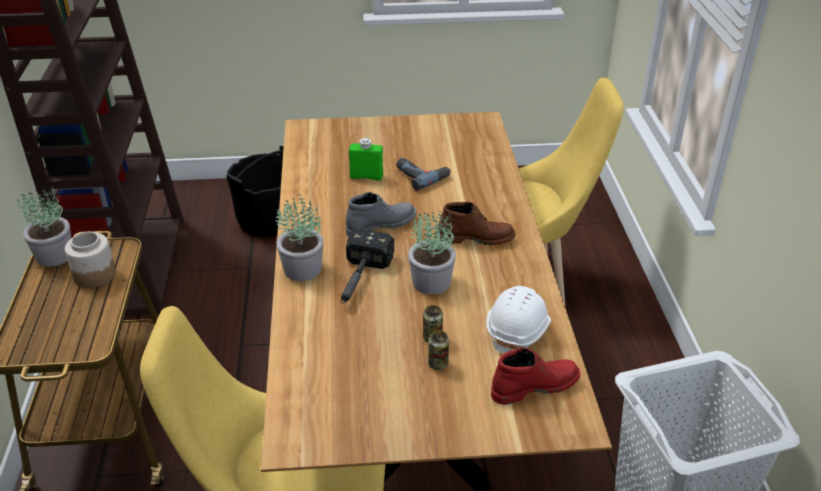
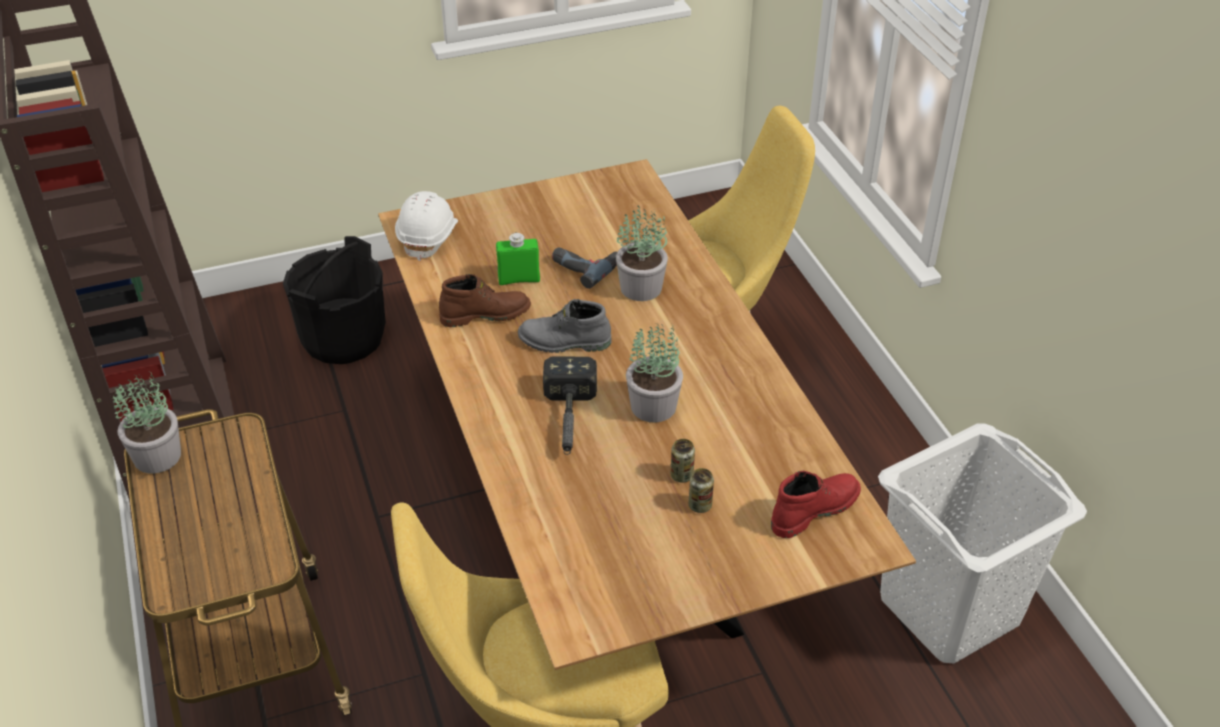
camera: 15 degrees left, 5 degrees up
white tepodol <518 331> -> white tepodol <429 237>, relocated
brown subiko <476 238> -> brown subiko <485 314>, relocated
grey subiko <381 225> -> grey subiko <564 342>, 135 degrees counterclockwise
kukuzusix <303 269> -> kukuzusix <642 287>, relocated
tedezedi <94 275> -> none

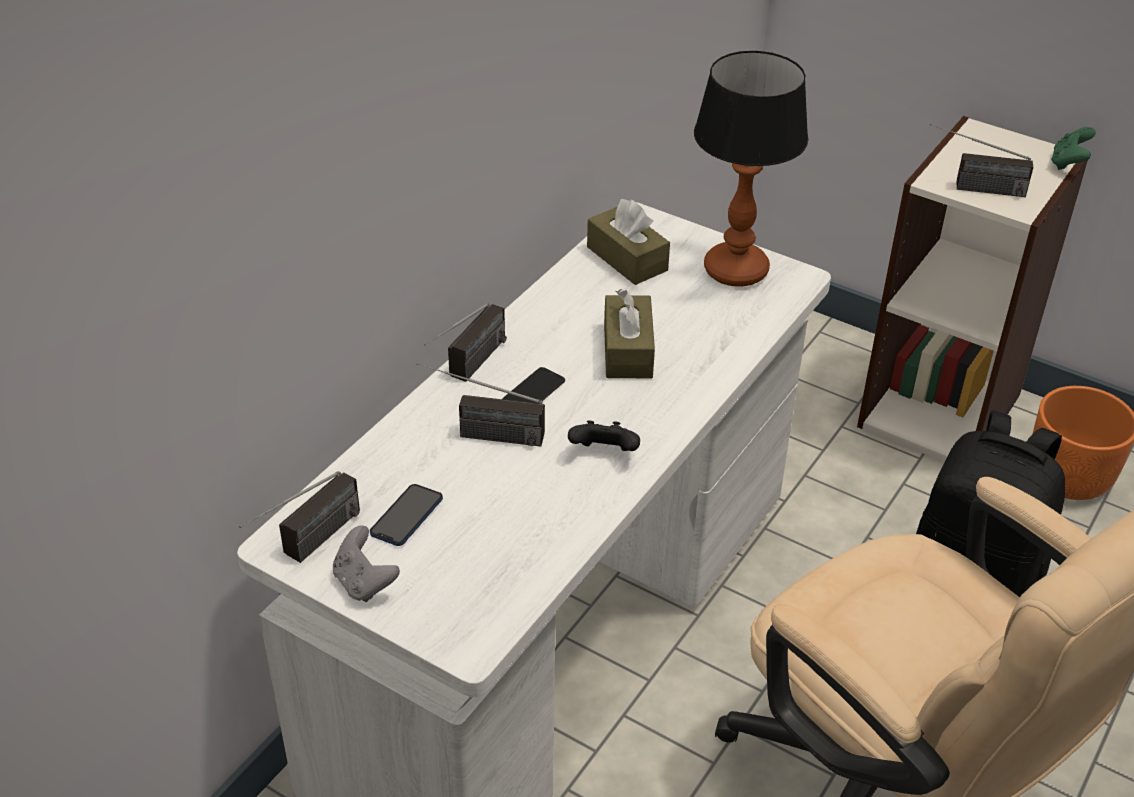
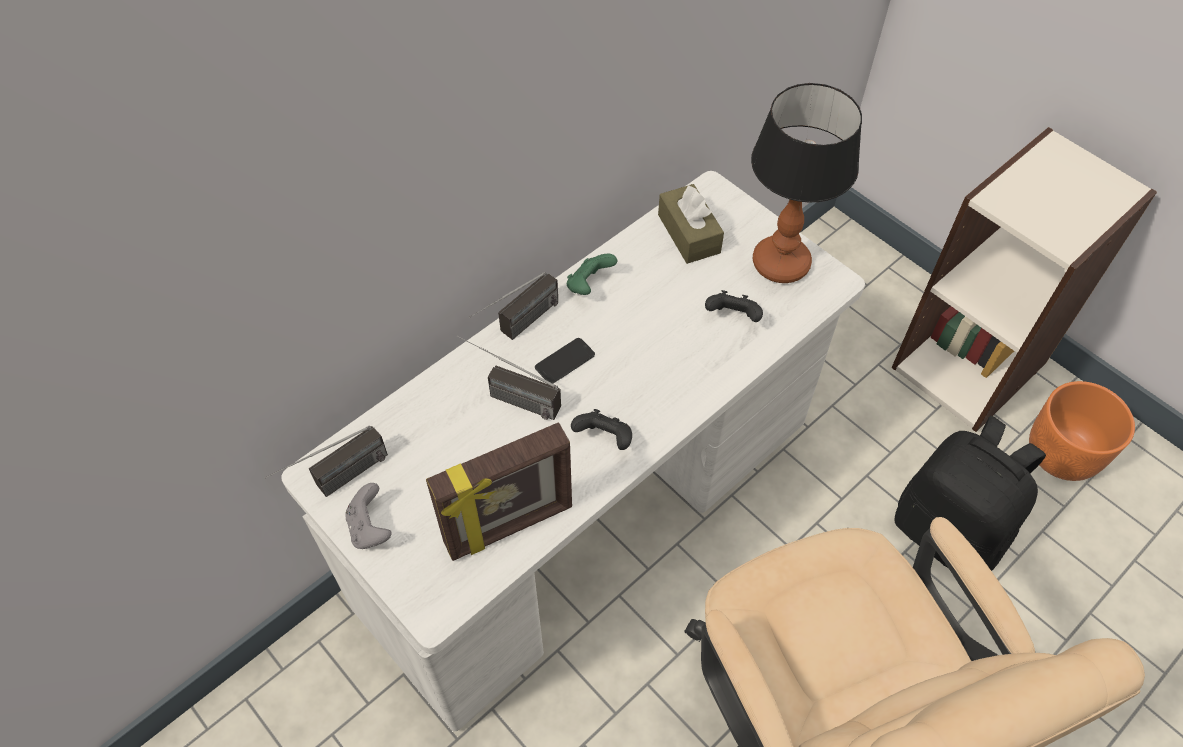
camera: 15 degrees right, 15 degrees up
none -> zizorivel <509 527>
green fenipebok <1068 163> -> green fenipebok <589 285>, relocated
none -> black fenipebok <733 317>
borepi <406 516> -> none
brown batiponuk <627 351> -> none
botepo <971 188> -> none

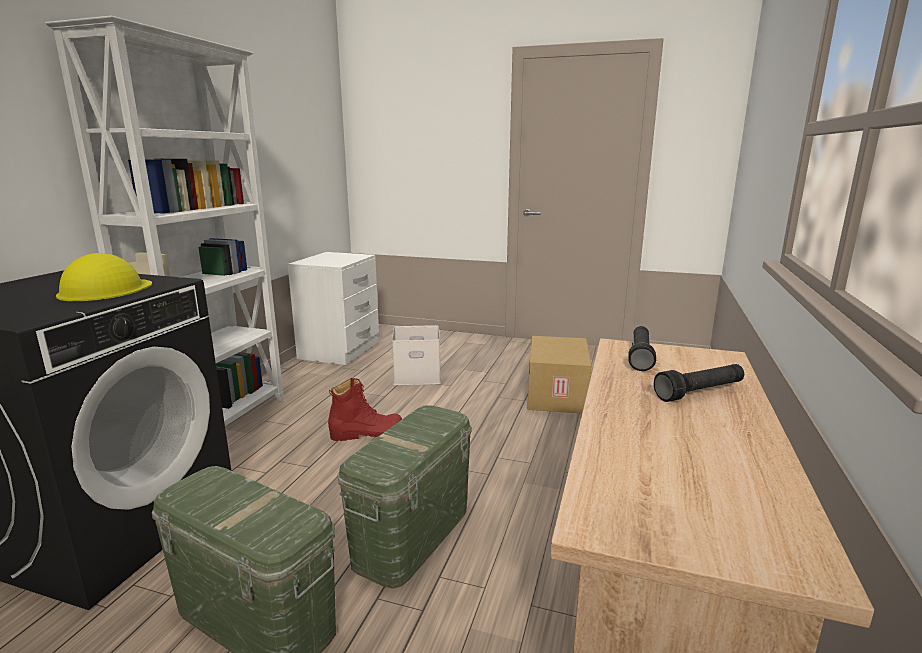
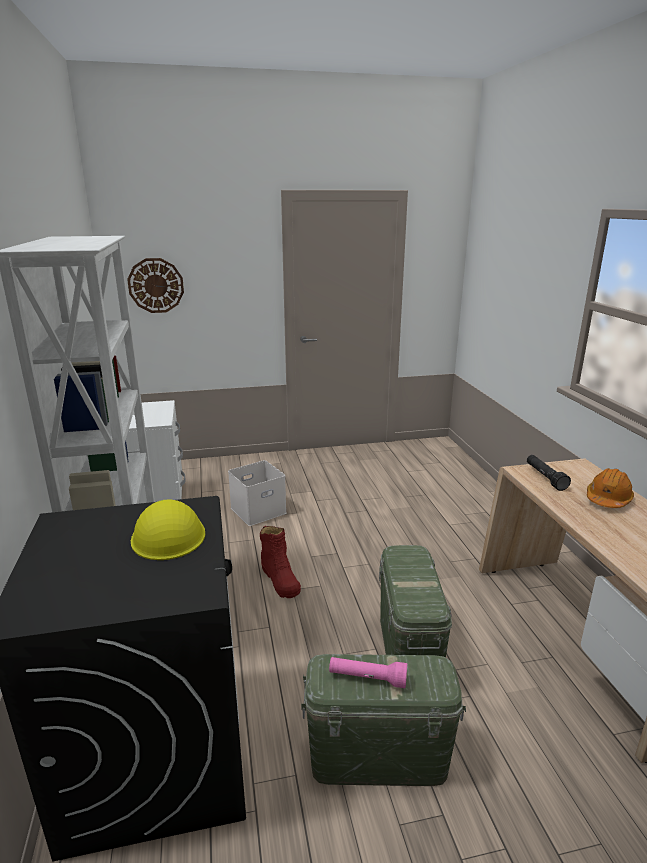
camera: 30 degrees left, 5 degrees up
none -> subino <156 285>
red subiko <367 433> -> red subiko <280 579>, 105 degrees clockwise
none -> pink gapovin <367 678>
black gapovin <699 392> -> orange tepodol <608 499>
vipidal <558 395> -> none

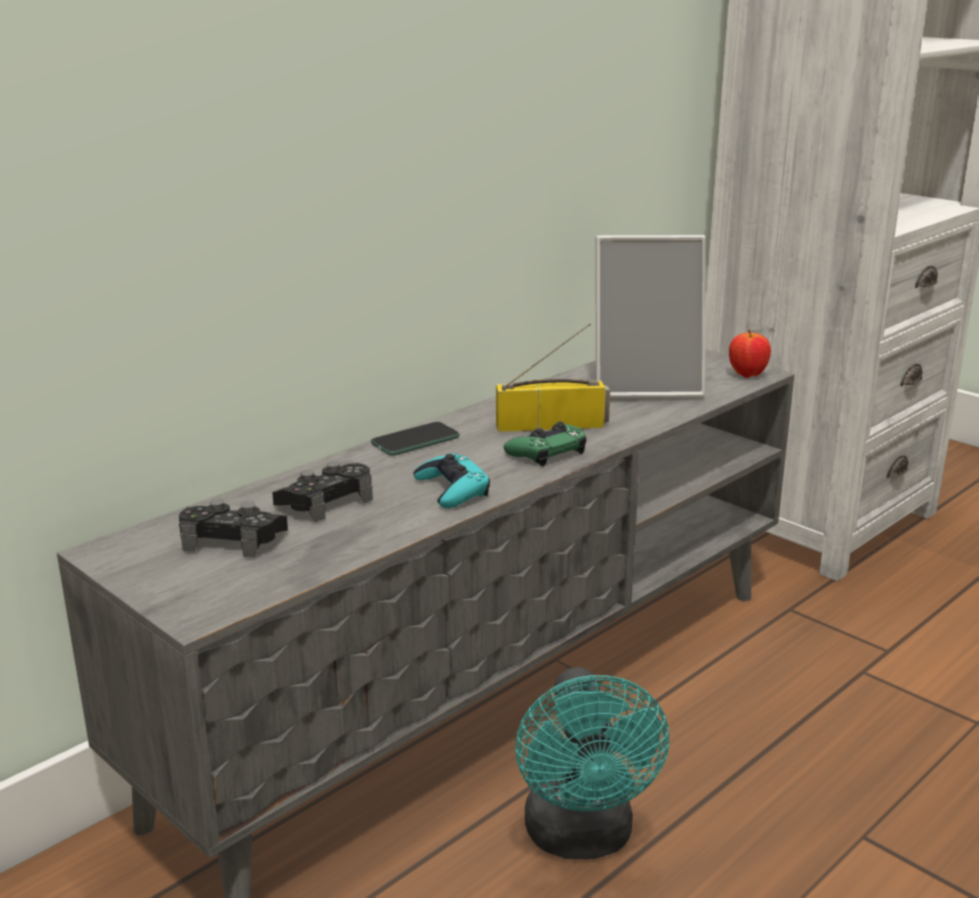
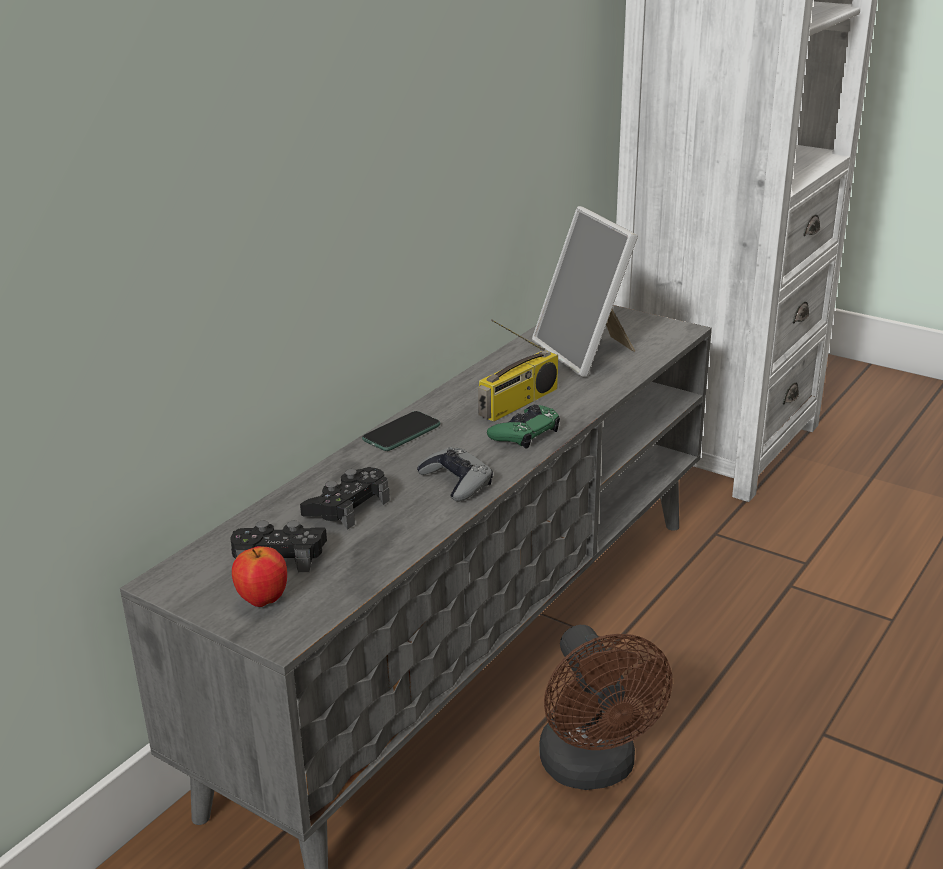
camera: 10 degrees left, 5 degrees up
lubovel <747 375> -> lubovel <263 600>, relocated
turquoise fenipebok <452 489> -> grey fenipebok <456 481>
botepo <552 425> -> botepo <518 403>, 150 degrees clockwise
zizorivel <646 386> -> zizorivel <587 353>, 75 degrees clockwise
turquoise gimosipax <582 838> -> brown gimosipax <593 769>

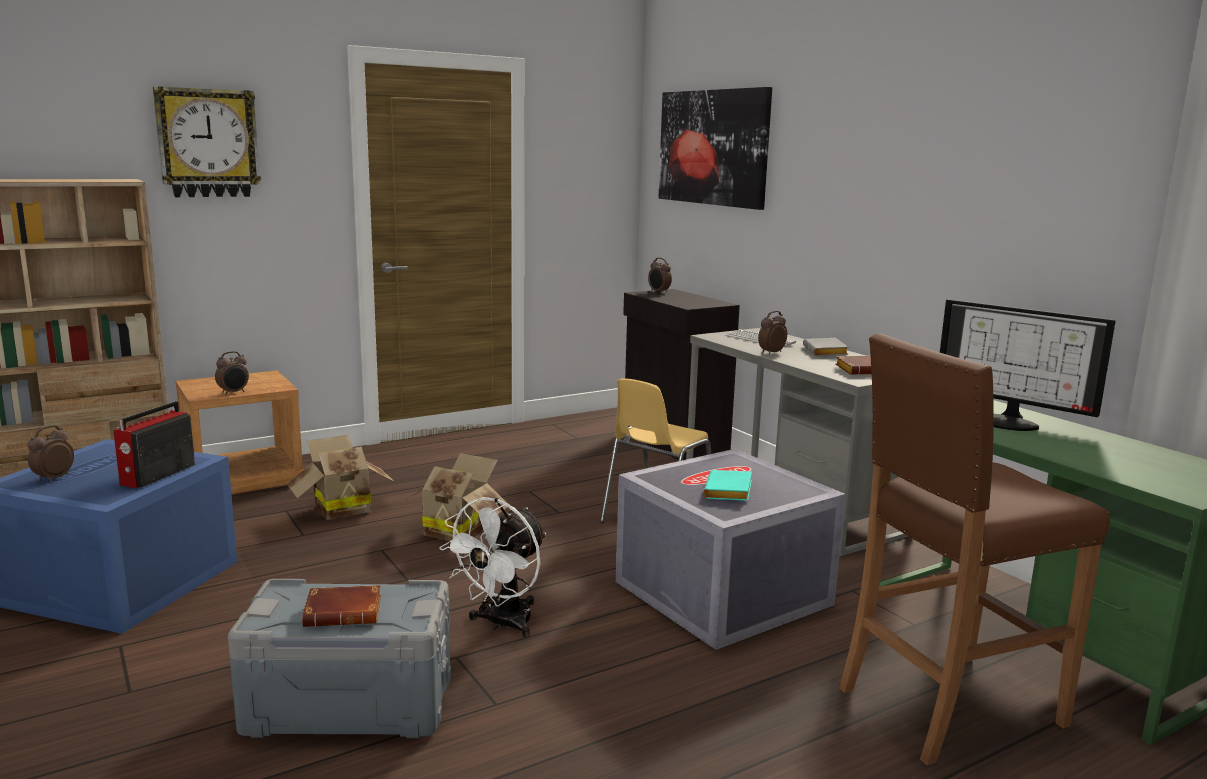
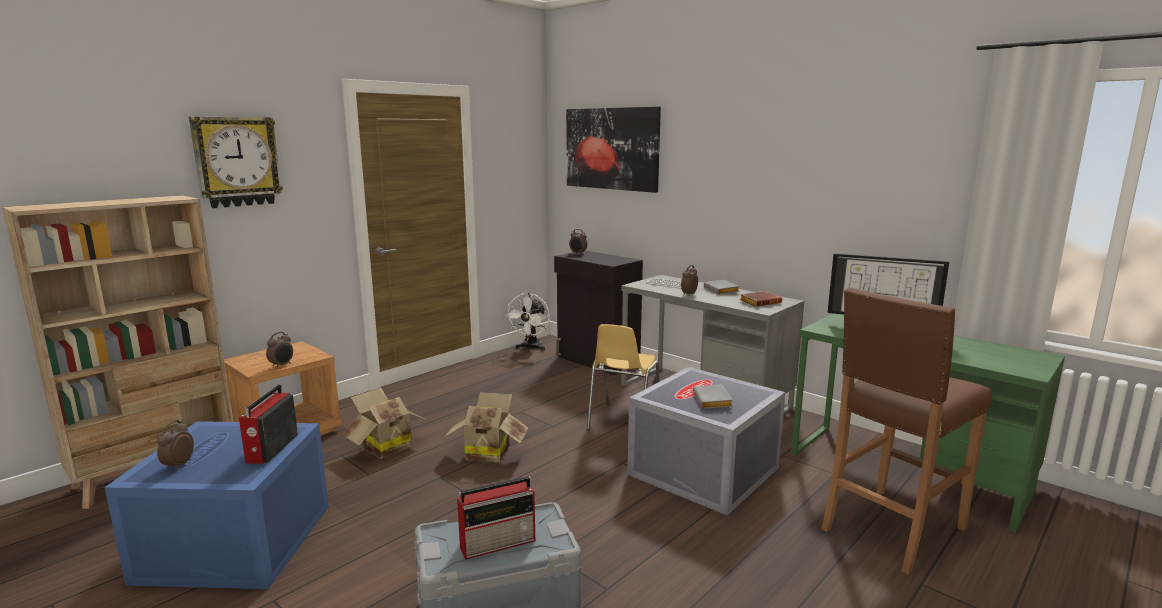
camera: 15 degrees left, 0 degrees up
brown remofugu <345 612> -> botepo <499 543>
white gimosipax <501 624> -> white gimosipax <530 348>, relocated
turquoise remofugu <730 492> -> grey remofugu <714 401>

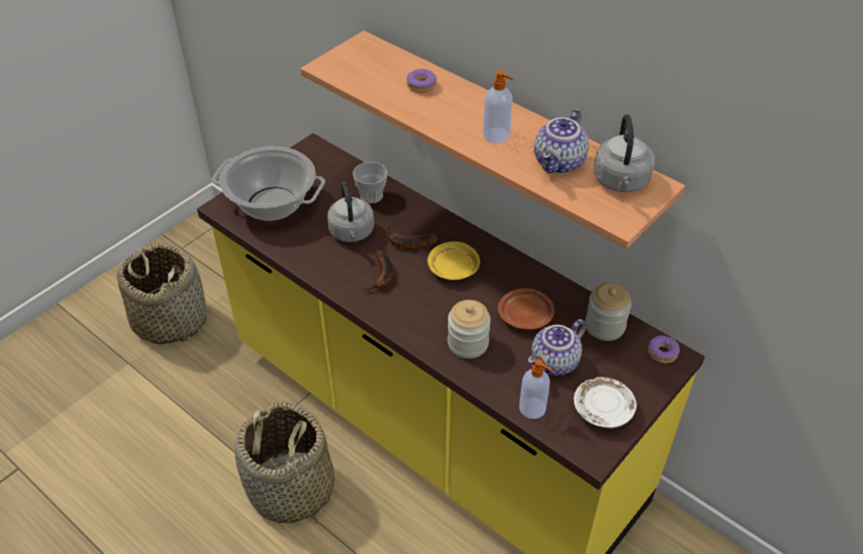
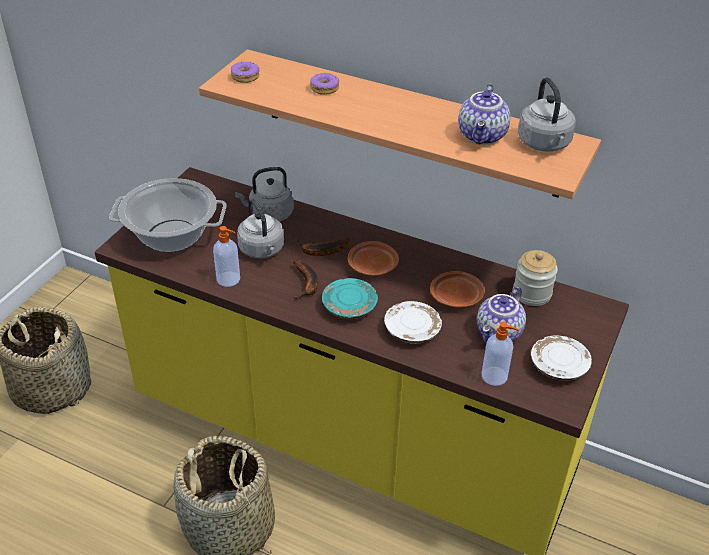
camera: 15 degrees left, 5 degrees down
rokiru <497 136> -> rokiru <229 279>, relocated
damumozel <662 352> -> damumozel <245 77>, relocated
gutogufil <371 196> -> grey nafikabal <269 214>
none -> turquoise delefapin <350 306>
yellow delefapin <453 268> -> brown delefapin <373 266>
tedezedi <468 343> -> white delefapin <412 330>

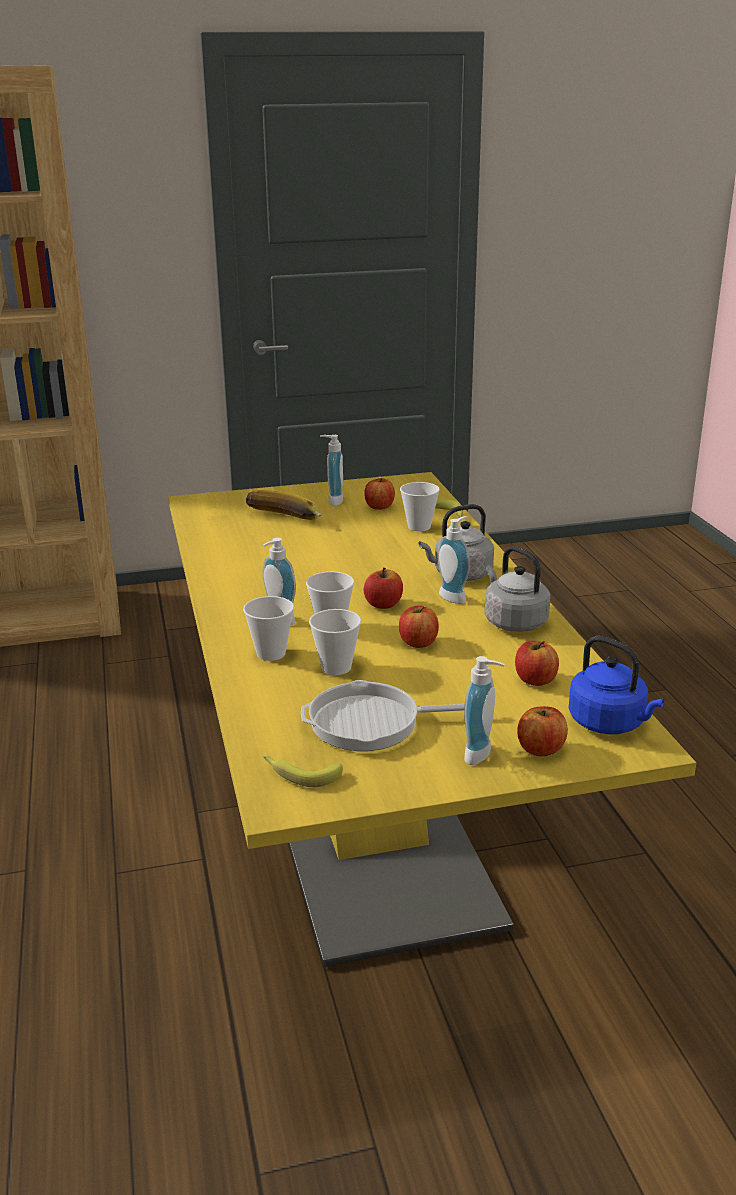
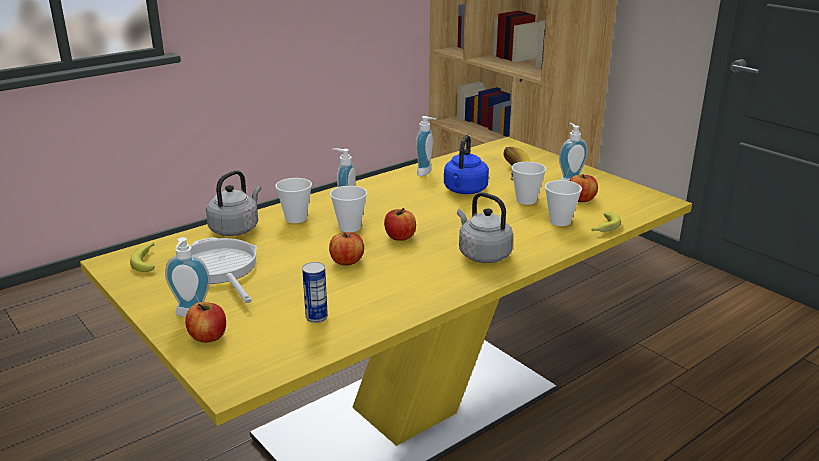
camera: 65 degrees right, 0 degrees up
grey nafikabal <513 621> -> grey nafikabal <236 228>, relocated
lubovel <535 680> -> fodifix <316 317>
rokiru <455 597> -> rokiru <426 172>, relocated
blue nafikabal <610 723> -> blue nafikabal <464 191>, relocated
gutogufil <336 667> -> gutogufil <526 200>, relocated

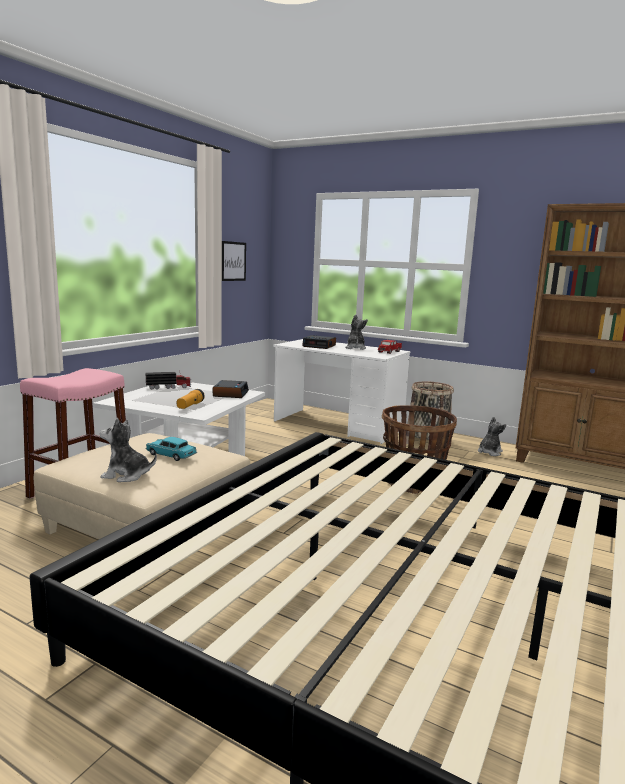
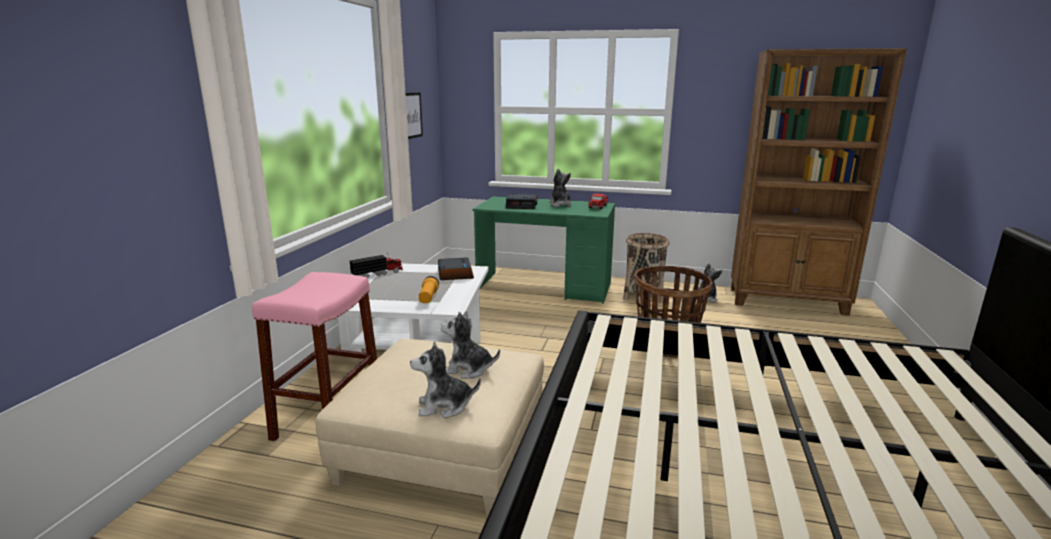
camera: 15 degrees left, 5 degrees up
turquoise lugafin <171 455> -> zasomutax <468 369>
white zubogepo <338 425> -> green zubogepo <544 287>

